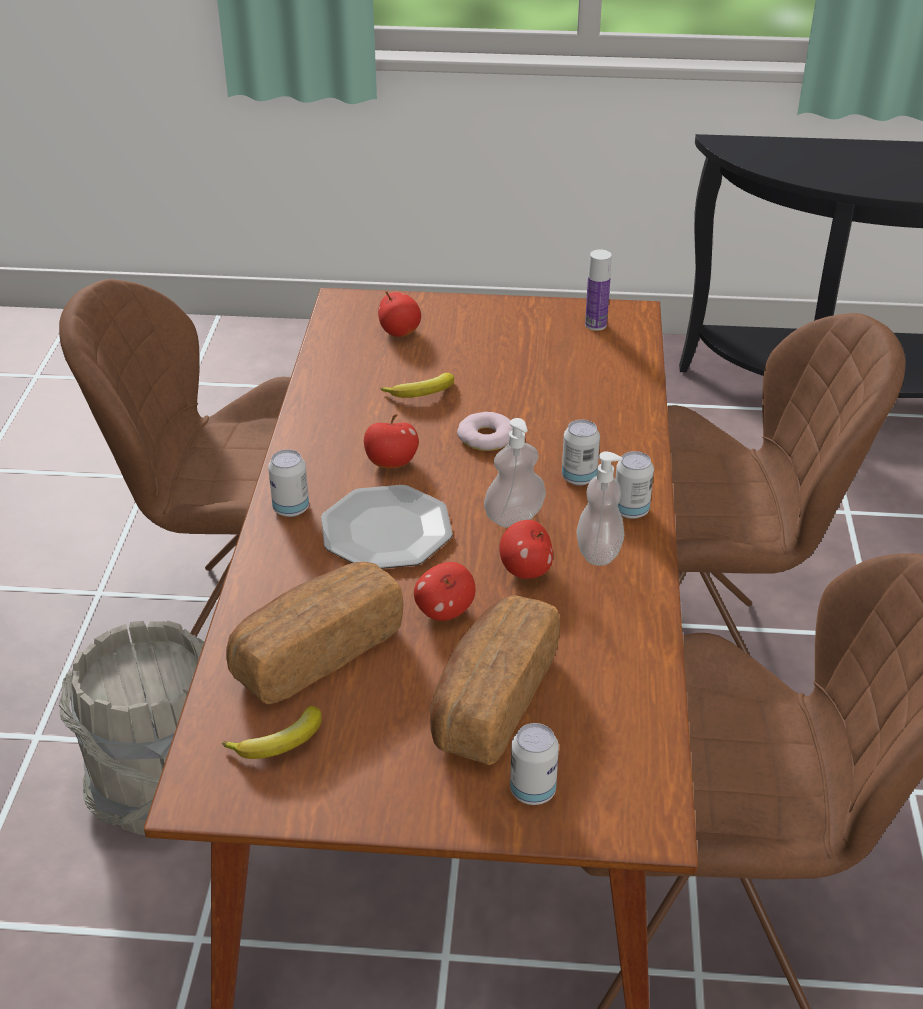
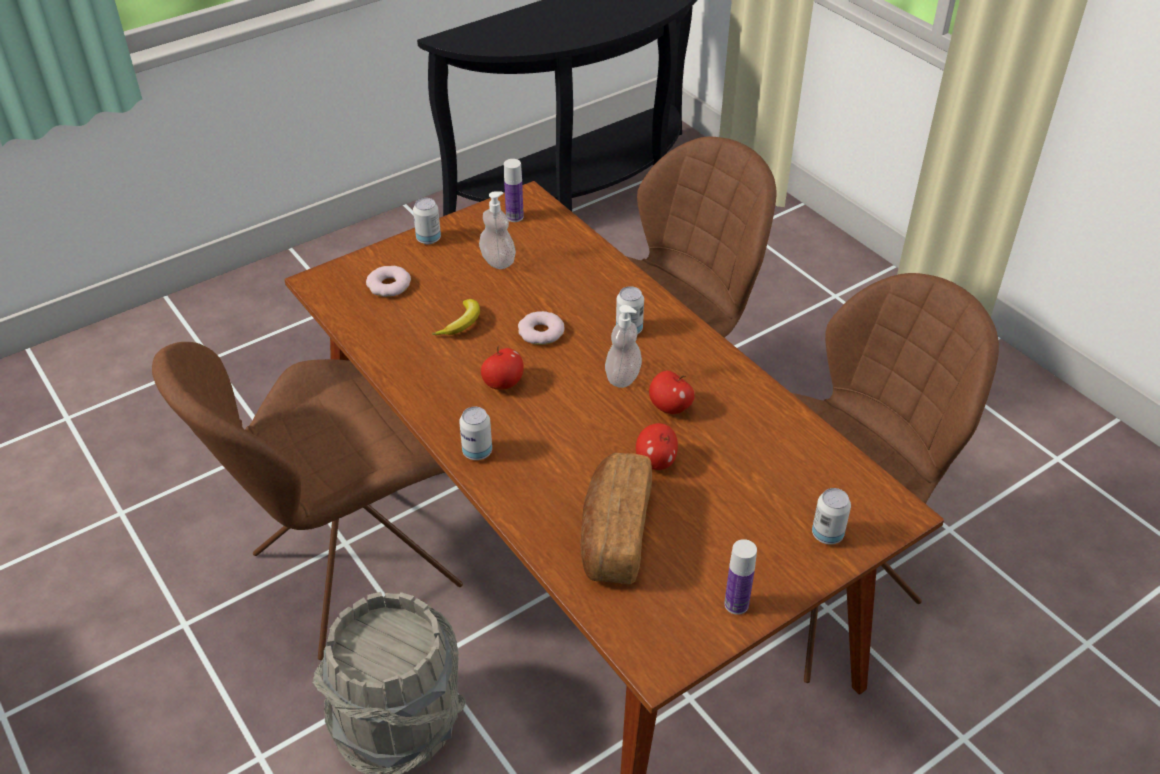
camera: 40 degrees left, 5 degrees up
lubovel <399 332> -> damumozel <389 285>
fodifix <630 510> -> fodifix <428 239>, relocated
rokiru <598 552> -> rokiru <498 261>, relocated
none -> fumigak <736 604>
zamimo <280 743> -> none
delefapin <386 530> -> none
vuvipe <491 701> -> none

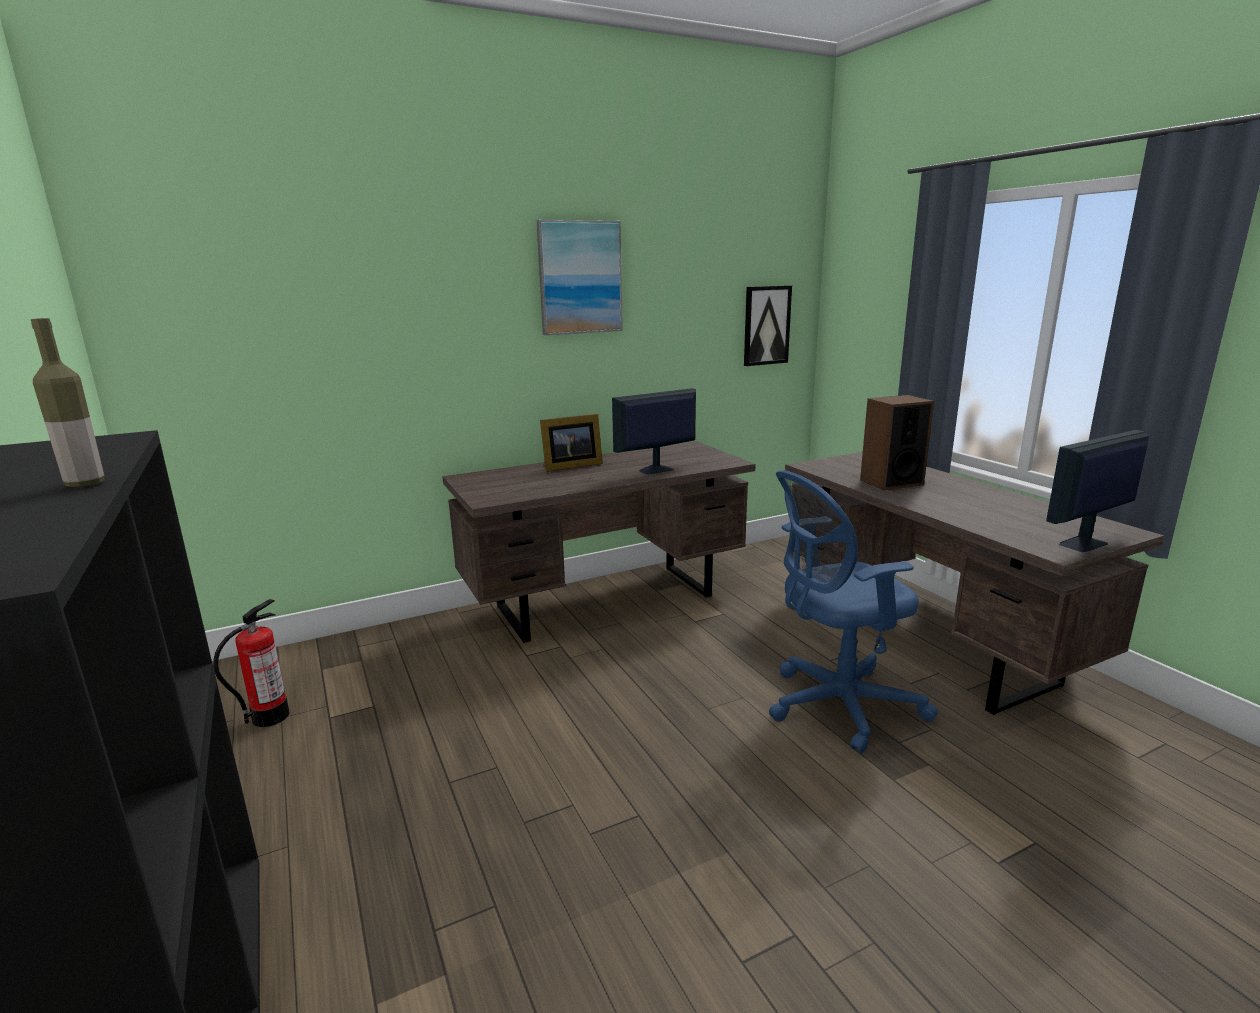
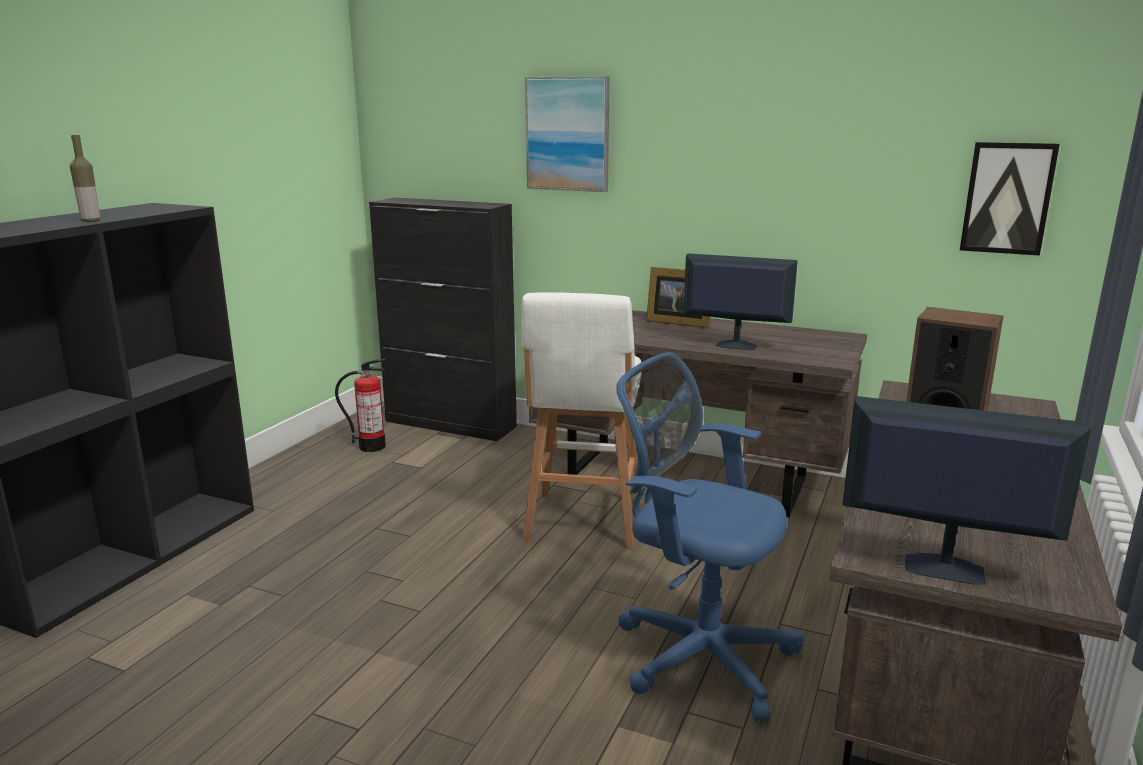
camera: 50 degrees right, 0 degrees up
none -> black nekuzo <451 424>
none -> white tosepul <583 523>
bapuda <580 278> -> bapuda <568 134>, relocated

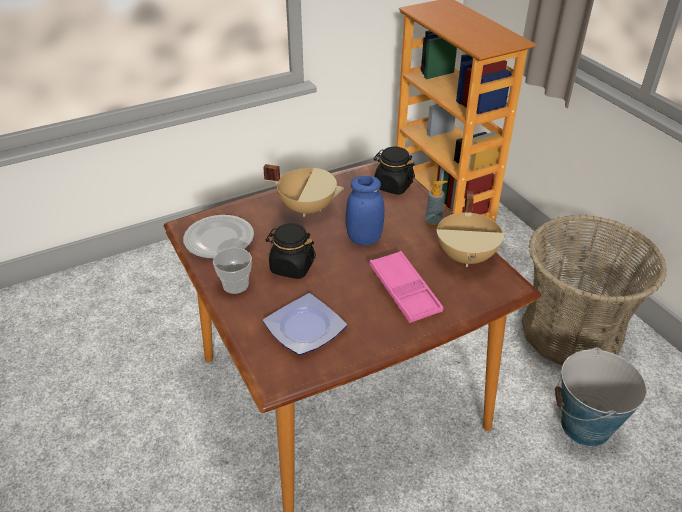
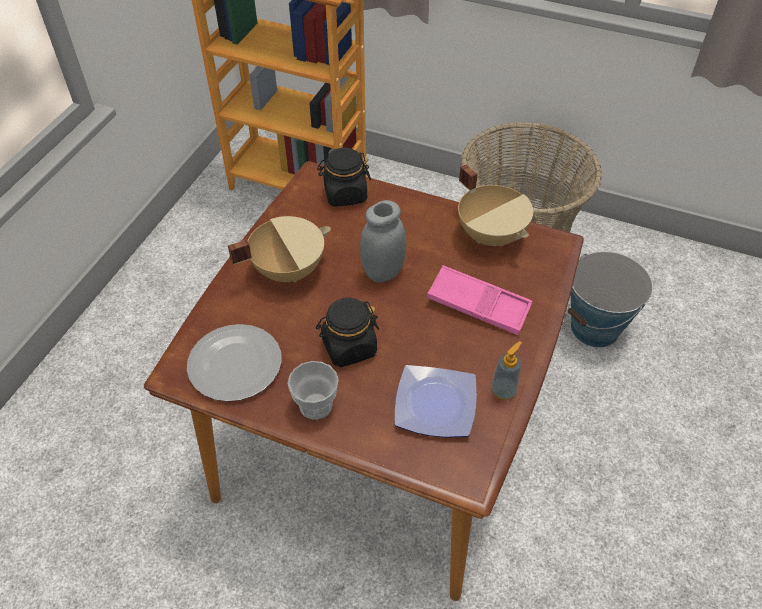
camera: 40 degrees left, 10 degrees up
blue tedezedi <364 239> -> grey tedezedi <383 272>
rokiru <433 222> -> rokiru <503 391>, relocated

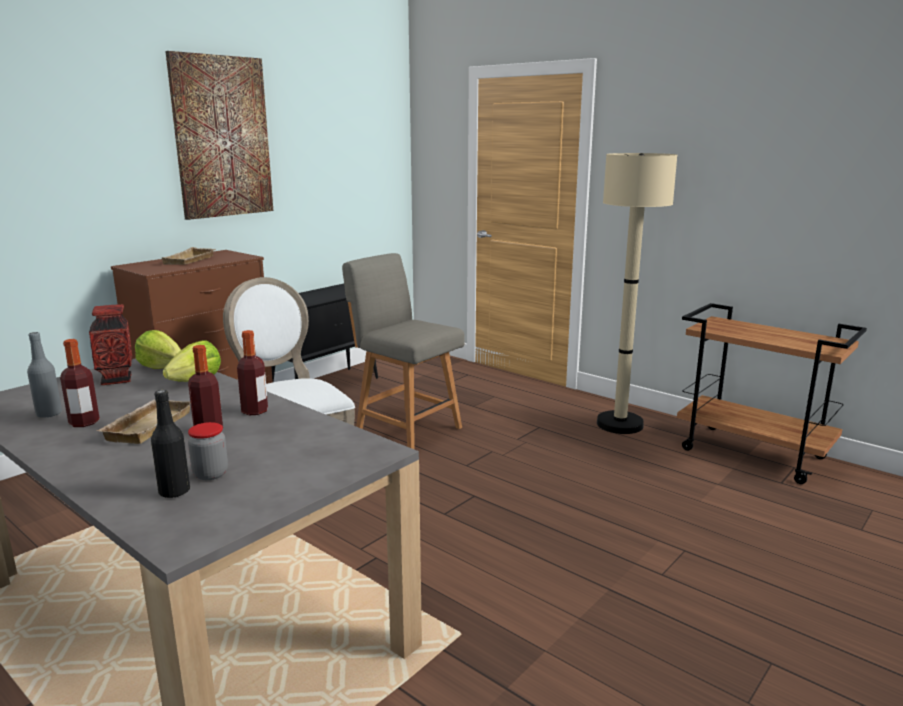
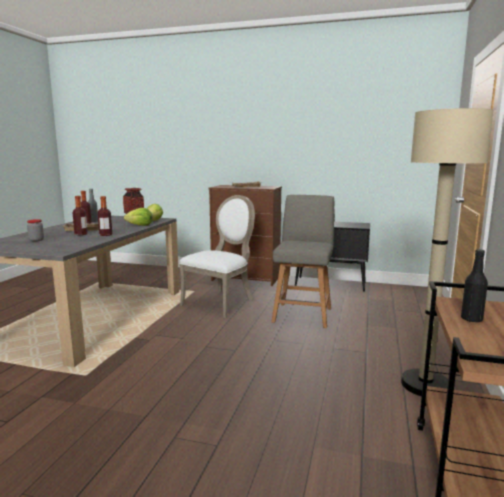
camera: 65 degrees right, 5 degrees down
black fumigak <174 492> -> black fumigak <471 319>, relocated
bapuda <222 137> -> none

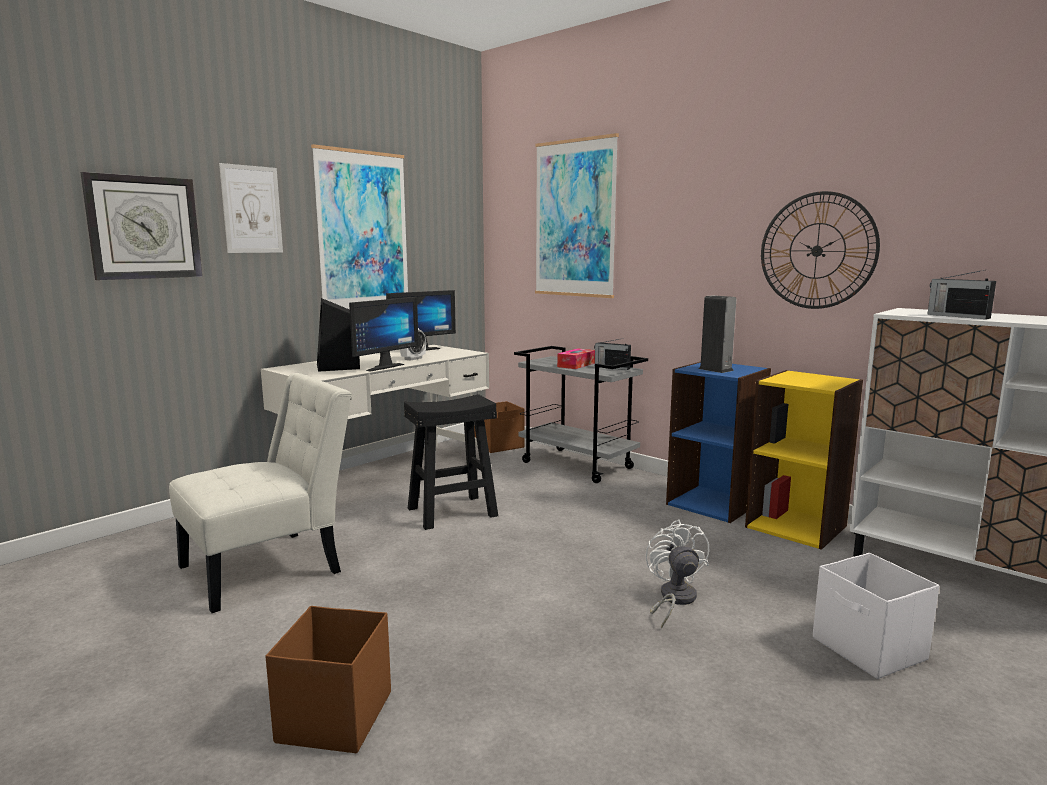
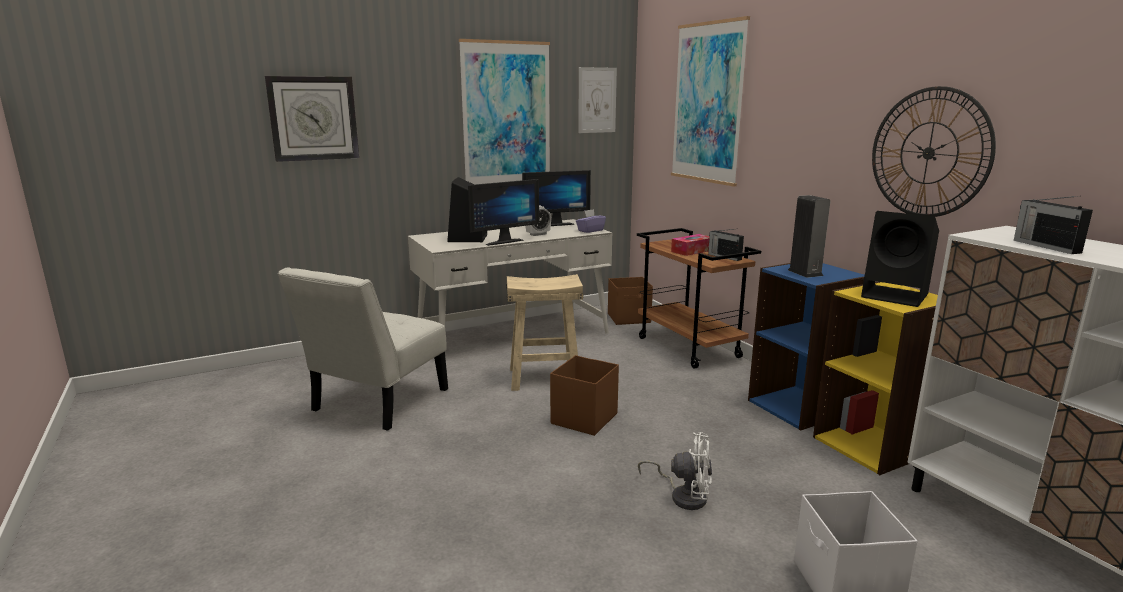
camera: 20 degrees right, 5 degrees up
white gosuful <270 567> -> white gosuful <376 403>, 135 degrees clockwise
black tosepul <452 512> -> beige tosepul <544 378>
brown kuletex <334 718> -> brown kuletex <583 419>, relocated
none -> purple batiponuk <590 230>
bapuda <252 209> -> bapuda <597 100>, relocated
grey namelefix <578 465> -> brown namelefix <689 348>
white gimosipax <673 599> -> white gimosipax <684 496>, 90 degrees clockwise
none -> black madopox <896 296>

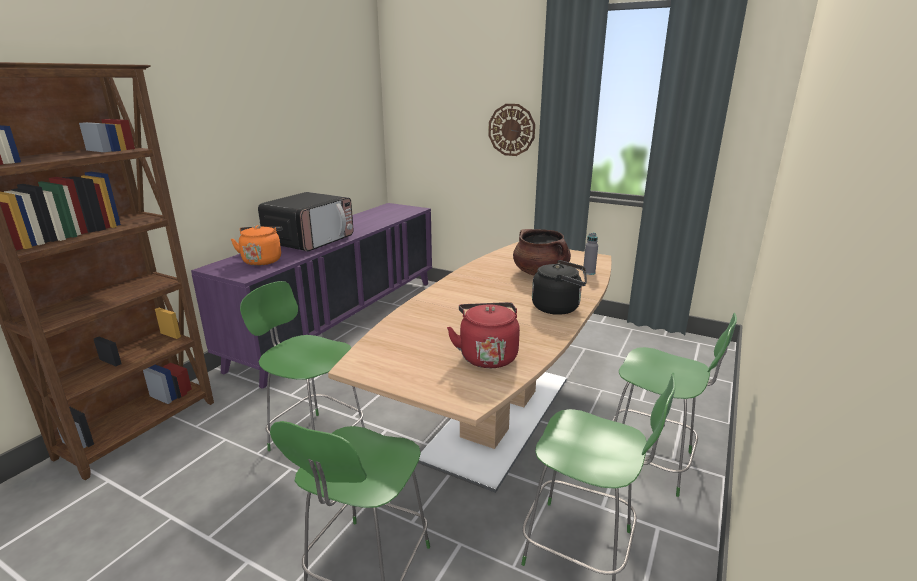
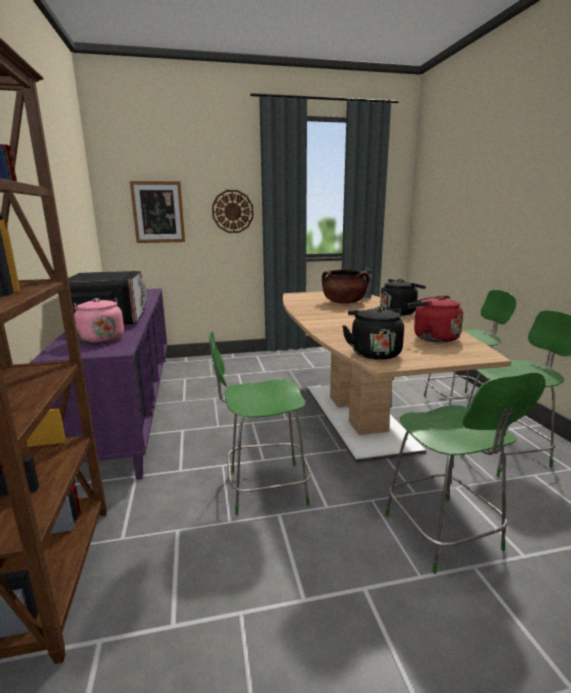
camera: 40 degrees left, 5 degrees down
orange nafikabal <262 260> -> pink nafikabal <100 339>
none -> bapuda <158 212>
none -> black nafikabal <374 353>

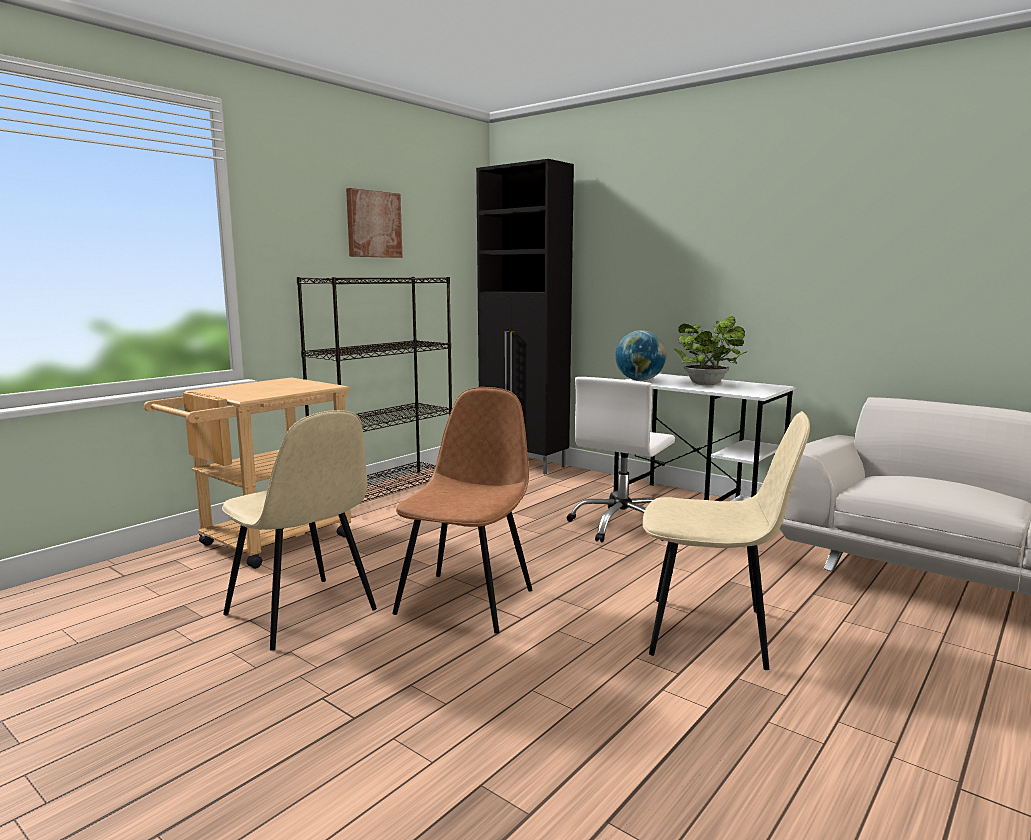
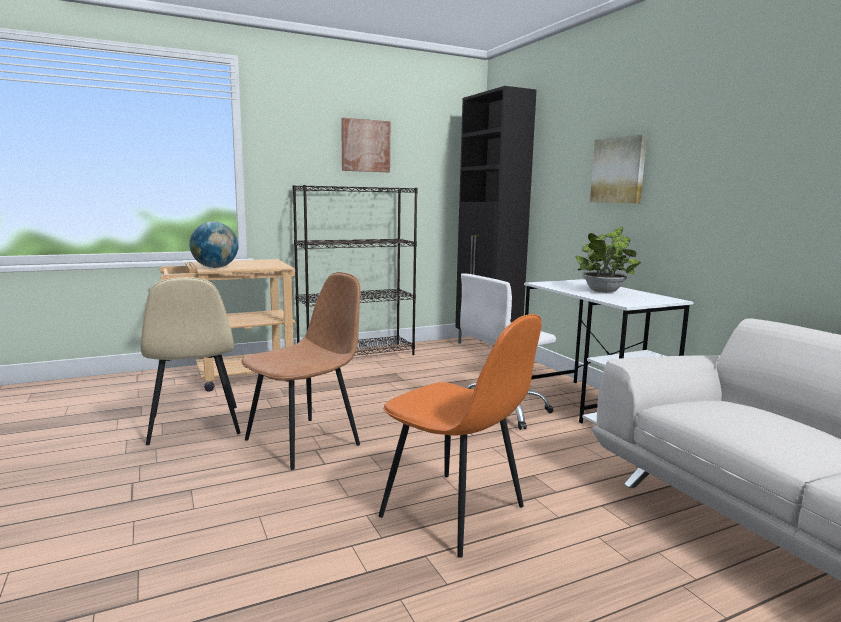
camera: 25 degrees right, 0 degrees up
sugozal <640 380> -> sugozal <215 267>, relocated
beige gosuful <711 633> -> orange gosuful <455 513>
none -> bapuda <619 170>

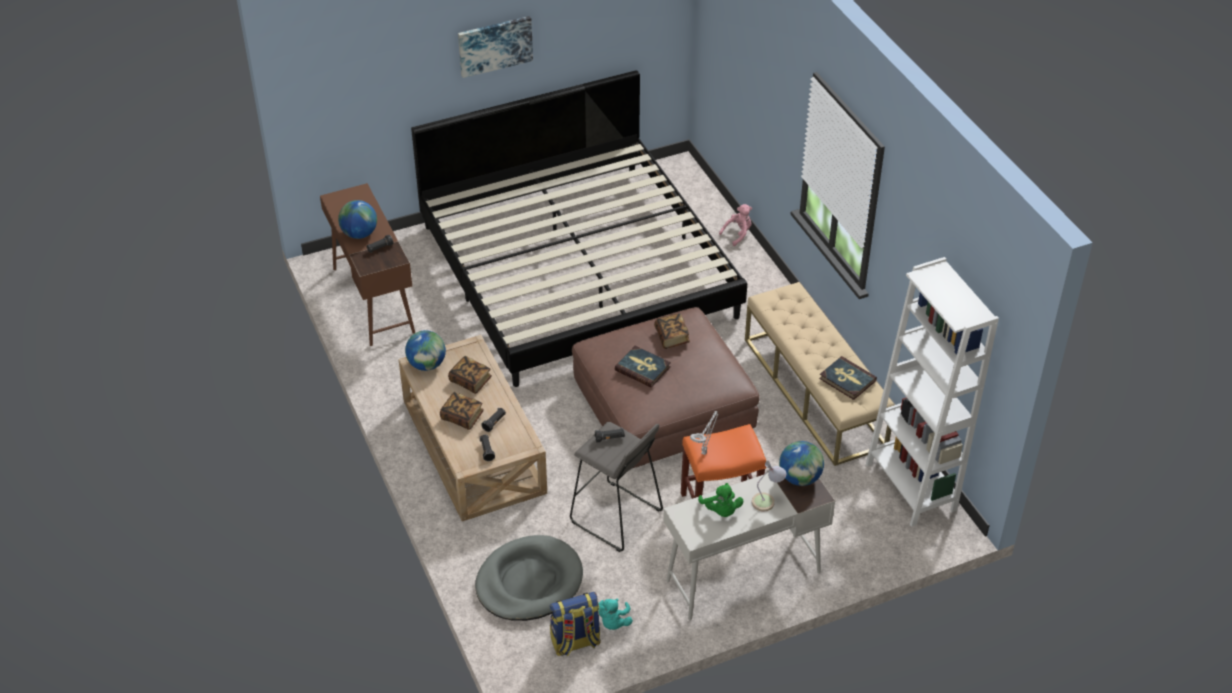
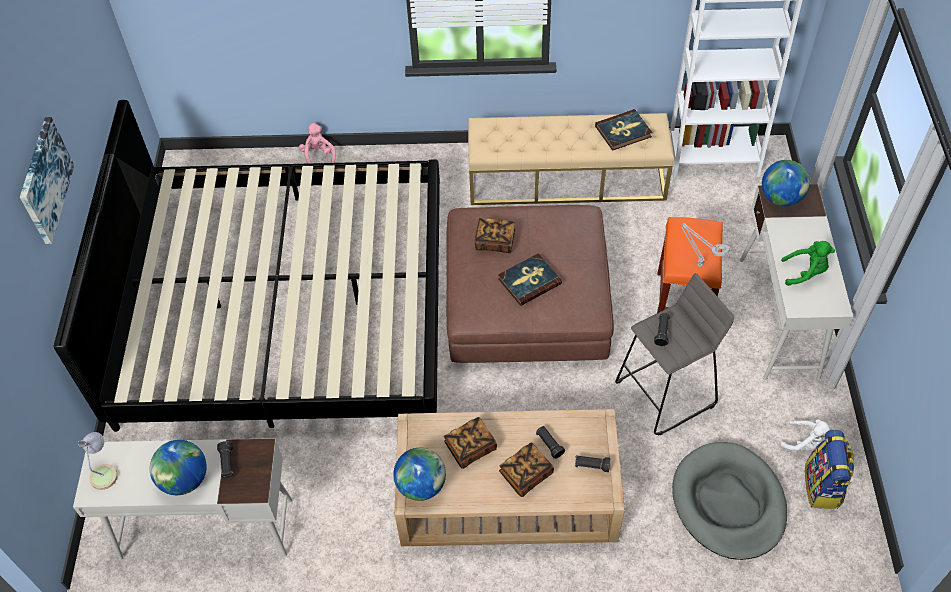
camera: 65 degrees left, 10 degrees up
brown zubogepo <373 299> -> white zubogepo <206 528>
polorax <767 500> -> polorax <104 471>, relocated
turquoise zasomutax <613 622> -> white zasomutax <805 444>

